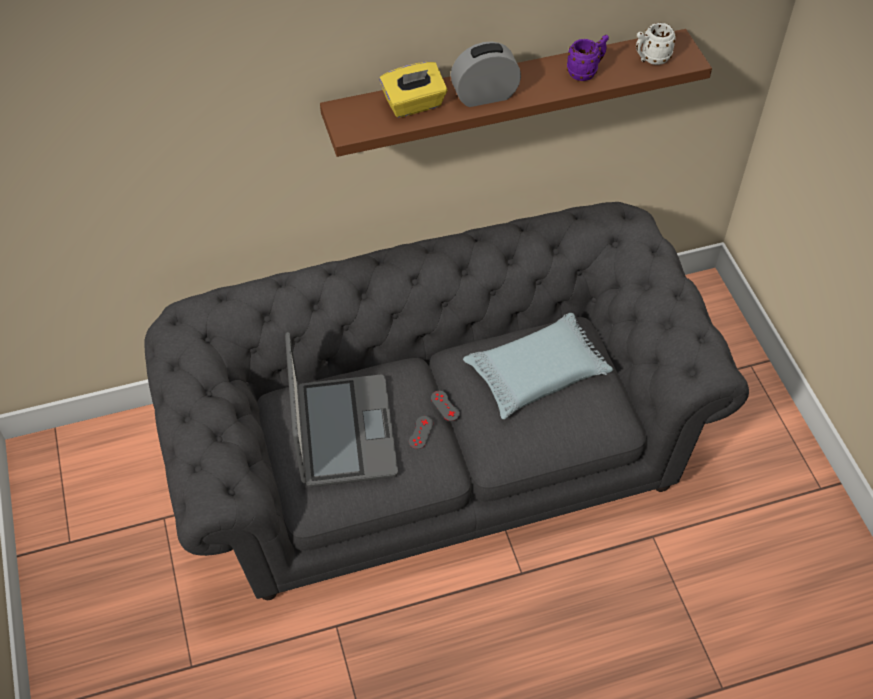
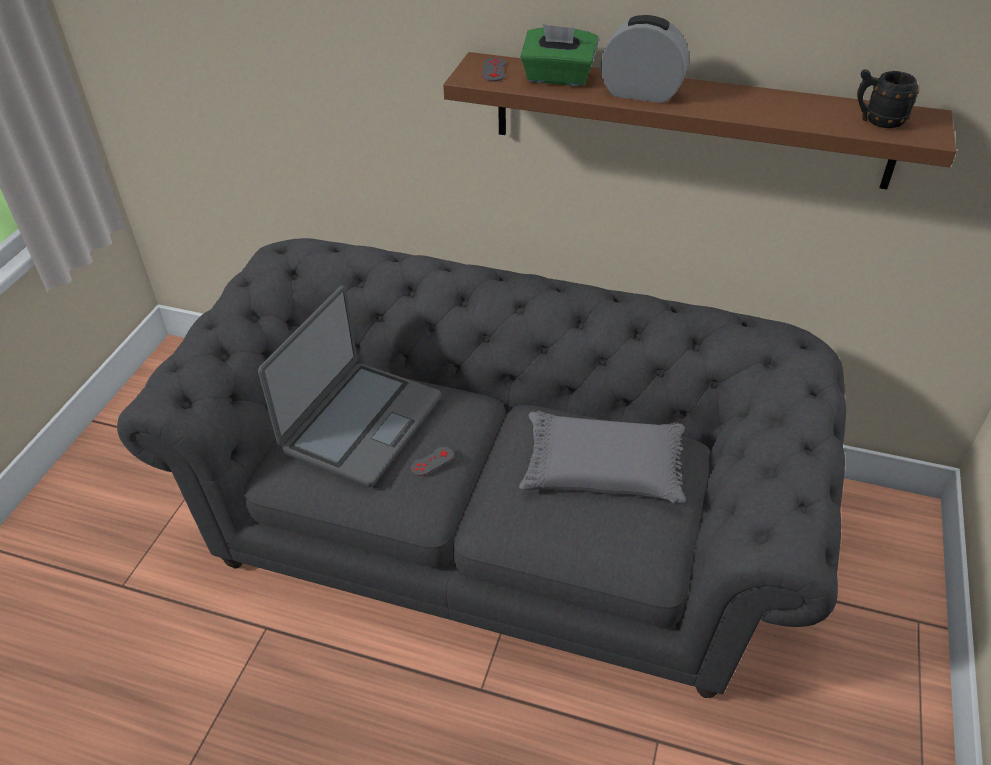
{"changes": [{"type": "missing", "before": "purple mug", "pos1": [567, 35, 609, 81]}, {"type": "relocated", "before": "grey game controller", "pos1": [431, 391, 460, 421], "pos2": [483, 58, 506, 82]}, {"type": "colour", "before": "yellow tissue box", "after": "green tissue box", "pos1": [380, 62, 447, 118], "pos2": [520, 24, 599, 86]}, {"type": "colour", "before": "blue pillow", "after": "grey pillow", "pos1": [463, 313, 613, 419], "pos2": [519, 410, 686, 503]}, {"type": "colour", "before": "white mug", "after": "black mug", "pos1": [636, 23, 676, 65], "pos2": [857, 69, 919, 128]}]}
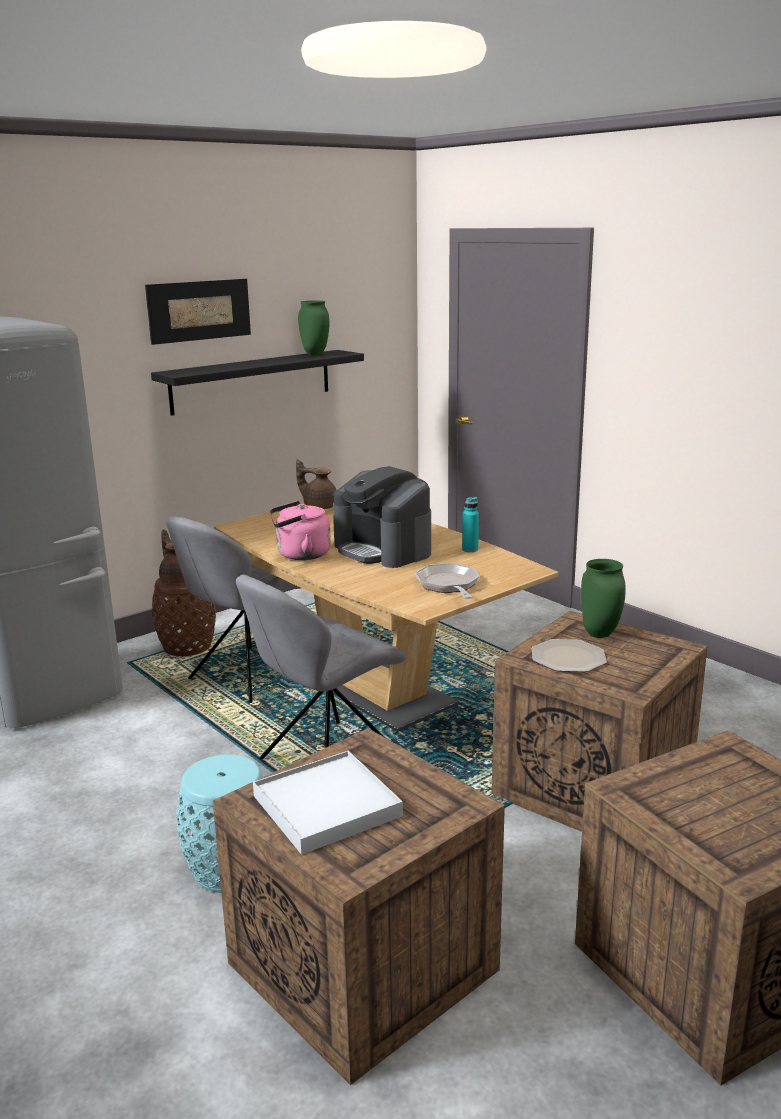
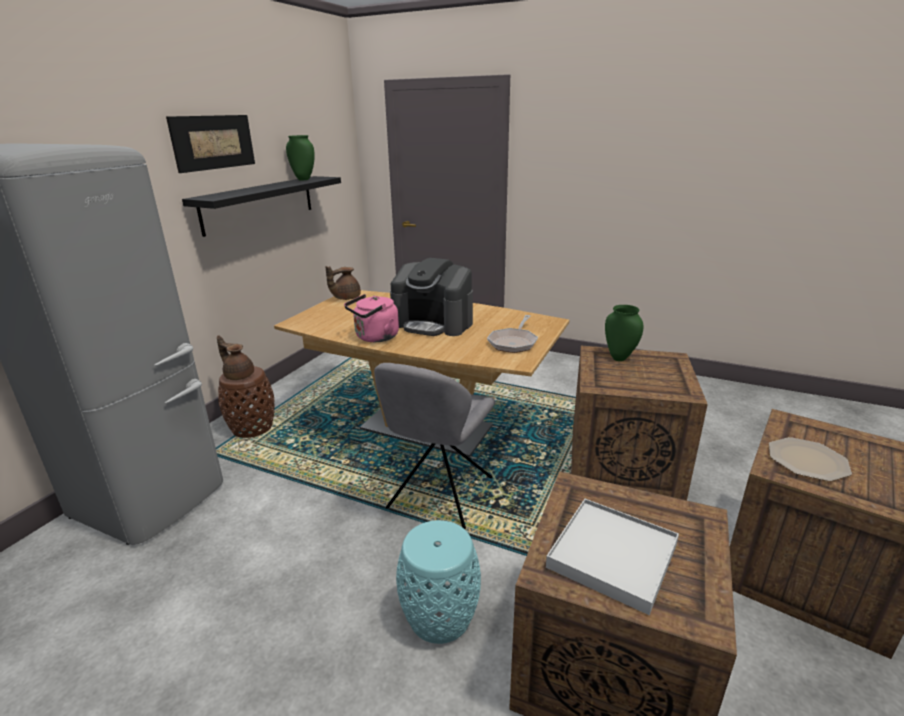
{"changes": [{"type": "missing", "before": "grey chair", "pos1": [166, 516, 300, 703]}, {"type": "missing", "before": "turquoise bottle", "pos1": [462, 497, 479, 552]}, {"type": "relocated", "before": "plate", "pos1": [532, 639, 607, 672], "pos2": [769, 437, 852, 481]}, {"type": "spun", "before": "brown teapot", "pos1": [296, 459, 336, 509], "pos2": [326, 266, 361, 300], "turn": -45}, {"type": "spun", "before": "frying pan", "pos1": [415, 563, 480, 599], "pos2": [487, 315, 538, 353], "turn": -120}]}
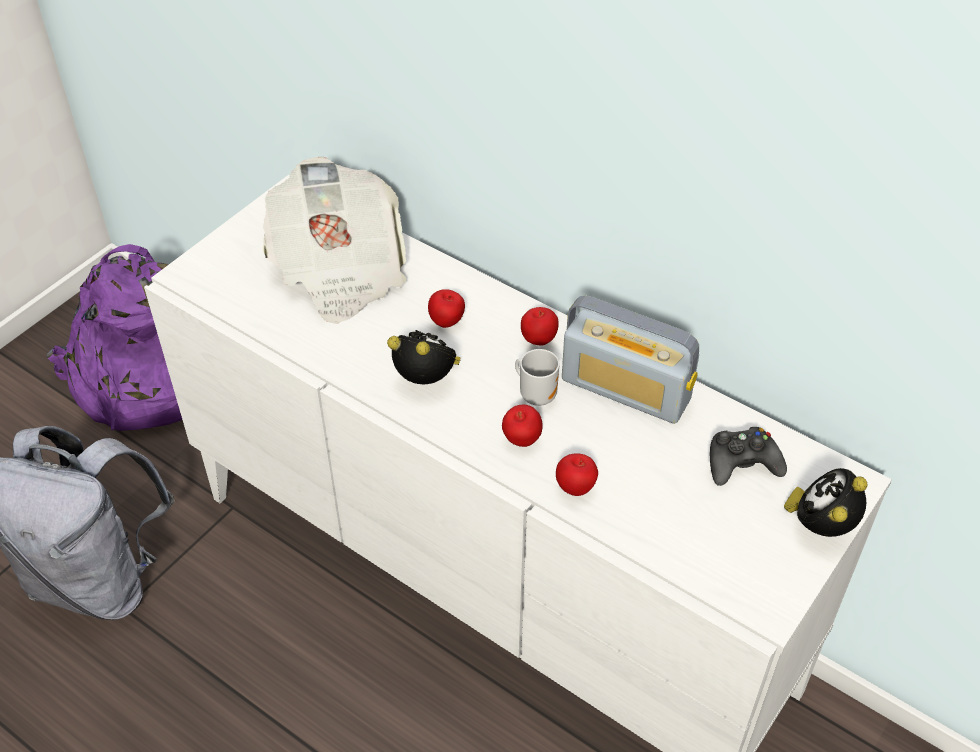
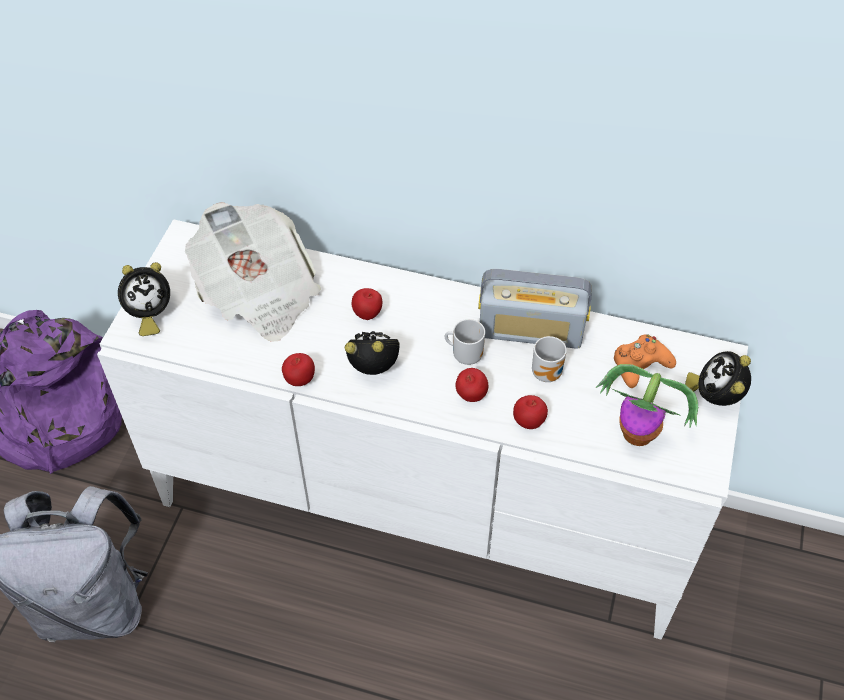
{"changes": [{"type": "appeared", "after": "alarm clock", "pos2": [118, 262, 170, 336]}, {"type": "appeared", "after": "mug", "pos2": [532, 336, 567, 382]}, {"type": "appeared", "after": "potted plant", "pos2": [596, 364, 698, 446]}, {"type": "relocated", "before": "apple", "pos1": [521, 307, 559, 345], "pos2": [282, 353, 315, 386]}, {"type": "colour", "before": "black game controller", "after": "orange game controller", "pos1": [710, 427, 787, 486], "pos2": [614, 334, 676, 388]}]}
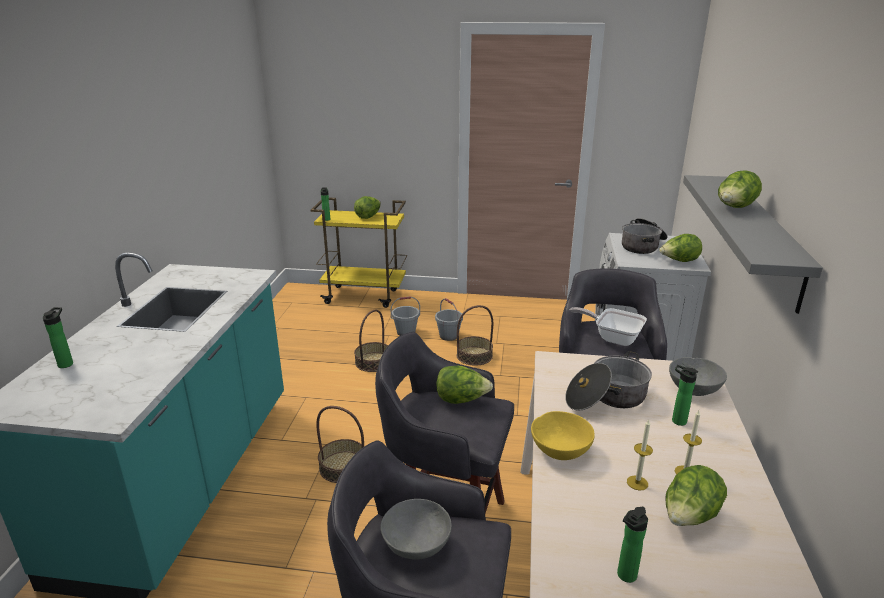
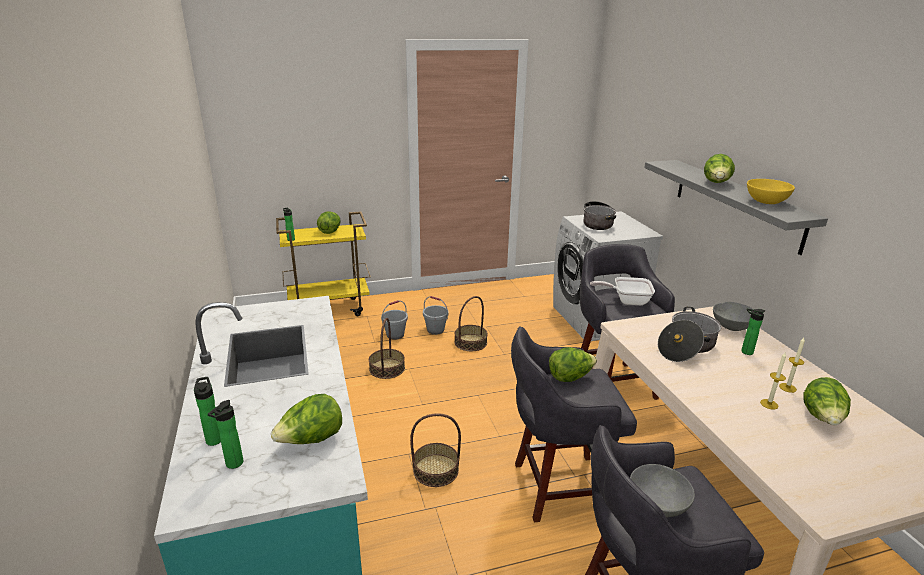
{"changes": [{"type": "relocated", "before": "yellow bowl", "pos1": [531, 411, 595, 460], "pos2": [747, 179, 795, 204]}, {"type": "relocated", "before": "bottle", "pos1": [617, 507, 648, 583], "pos2": [208, 400, 243, 469]}, {"type": "relocated", "before": "lettuce", "pos1": [659, 234, 702, 262], "pos2": [271, 394, 342, 444]}]}
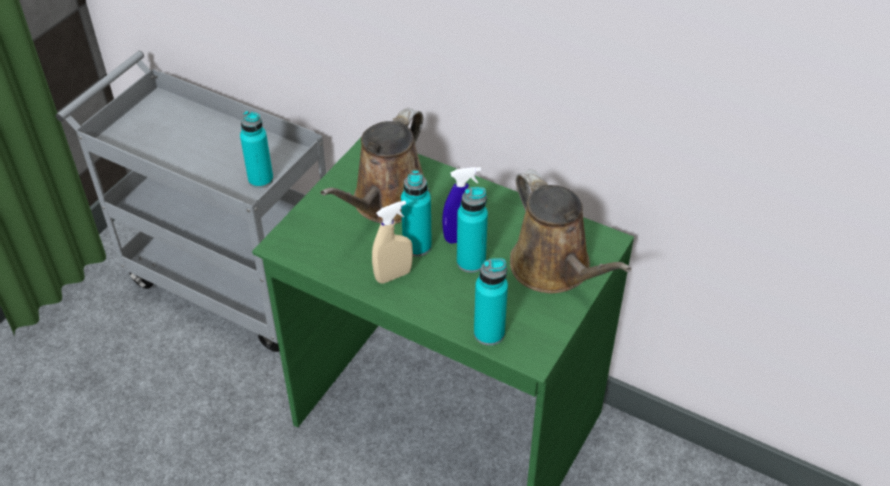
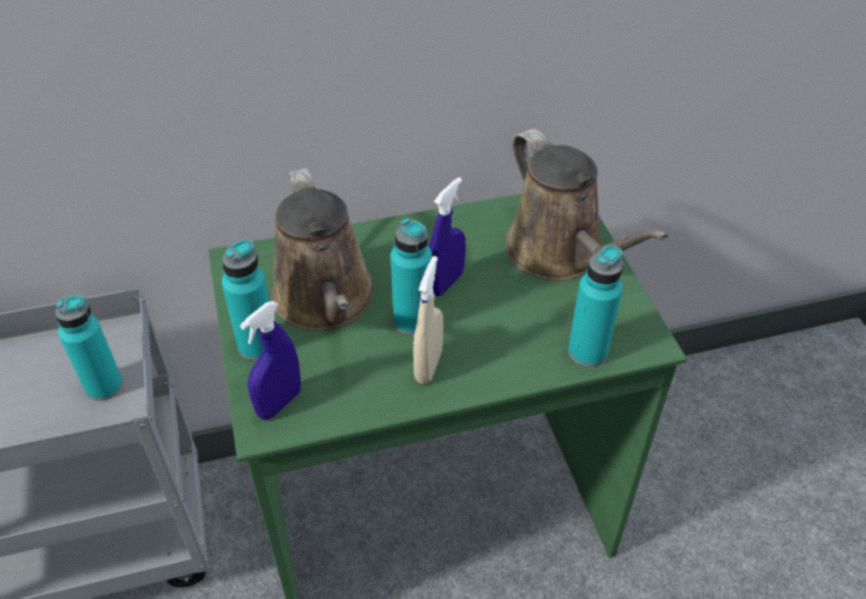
{"changes": [{"type": "appeared", "after": "blue spray bottle", "pos2": [240, 301, 301, 420]}, {"type": "relocated", "before": "turquoise bottle", "pos1": [457, 187, 488, 273], "pos2": [221, 239, 269, 361]}, {"type": "spun", "before": "brown watering can", "pos1": [510, 169, 631, 293], "pos2": [505, 129, 668, 281], "turn": 45}]}
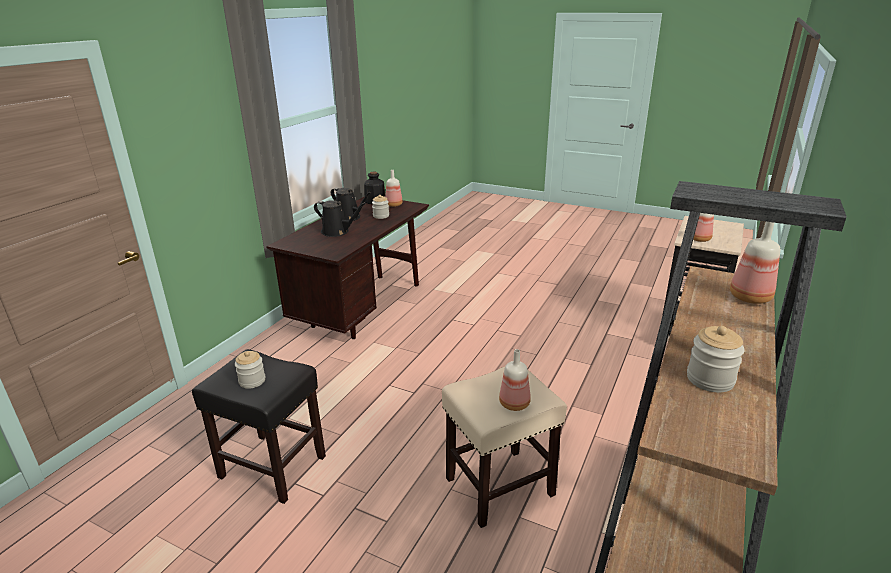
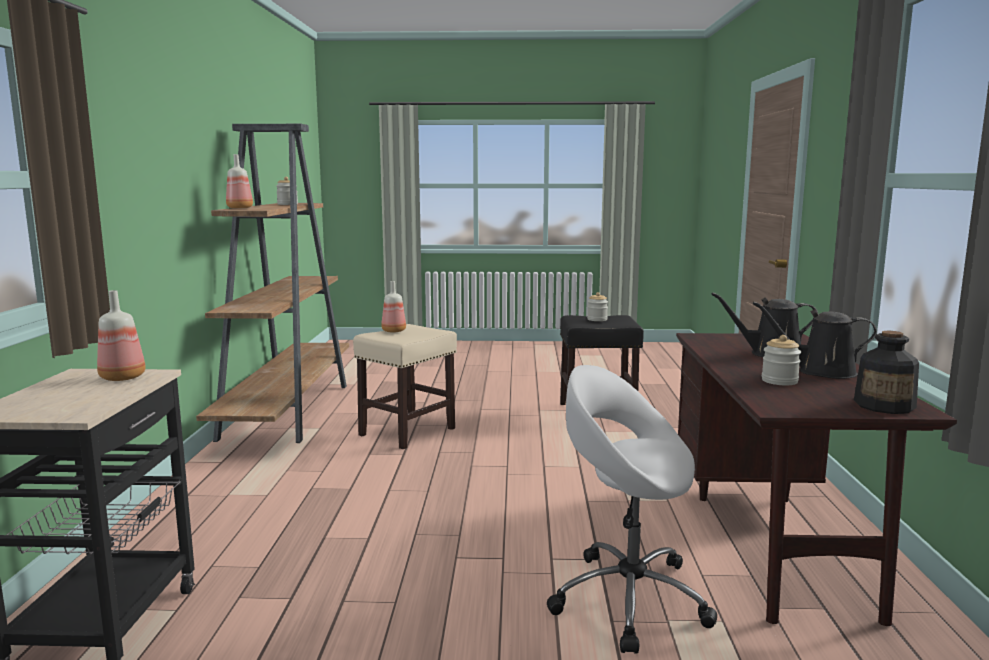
{"changes": [{"type": "missing", "before": "bottle", "pos1": [385, 170, 403, 207]}, {"type": "appeared", "after": "white office chair", "pos2": [547, 365, 717, 653]}]}
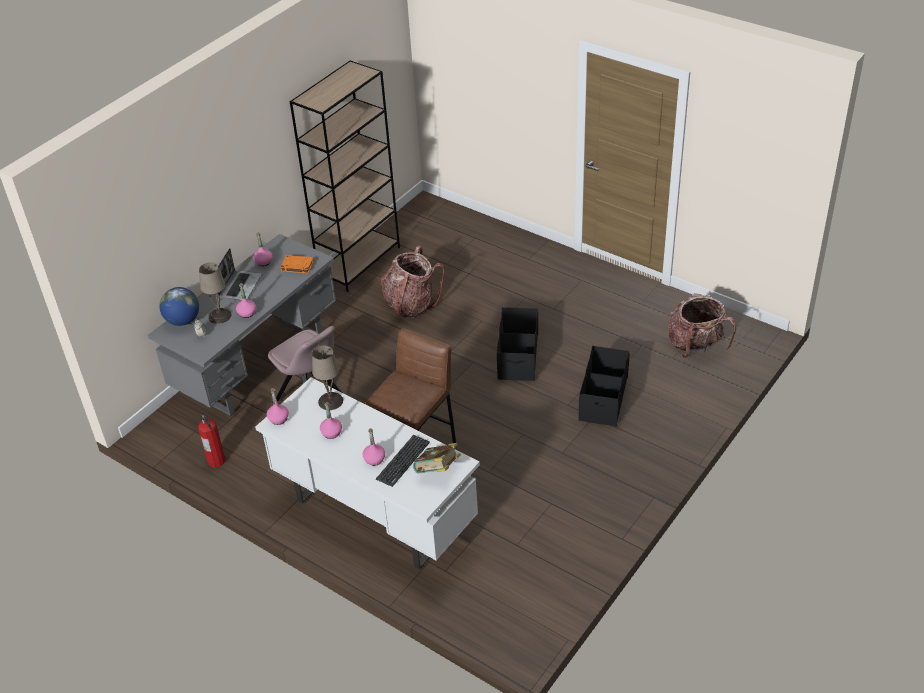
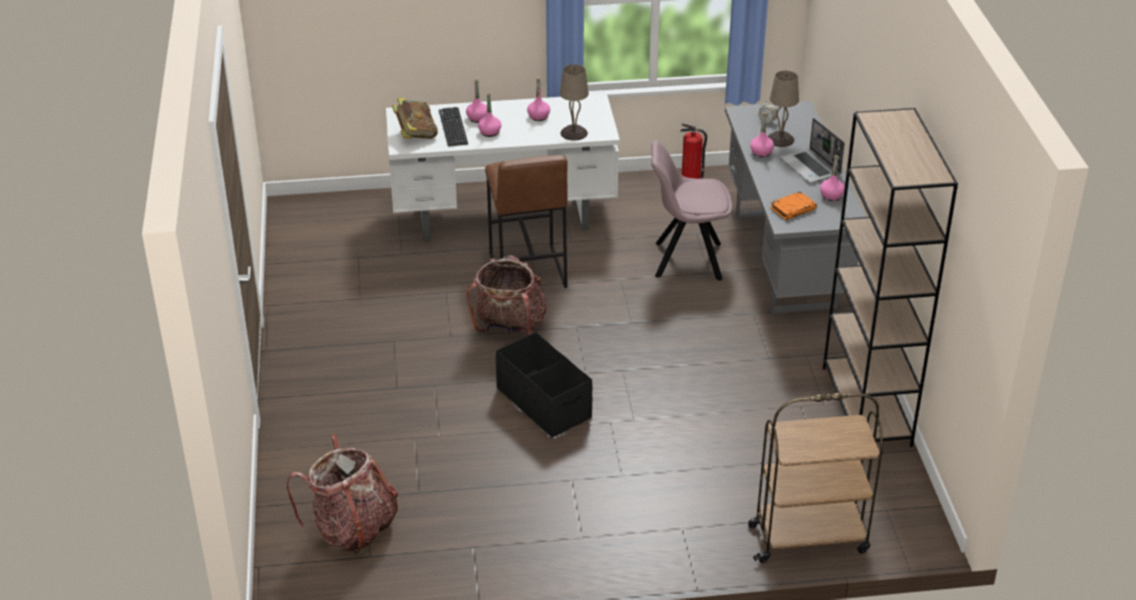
{"changes": [{"type": "missing", "before": "globe", "pos1": [159, 287, 199, 326]}, {"type": "missing", "before": "black storage box", "pos1": [579, 346, 629, 426]}, {"type": "appeared", "after": "brown cart", "pos2": [748, 393, 883, 563]}, {"type": "relocated", "before": "pink bottle", "pos1": [267, 388, 289, 425], "pos2": [478, 93, 501, 137]}, {"type": "relocated", "before": "backpack", "pos1": [381, 246, 444, 319], "pos2": [466, 255, 547, 335]}]}
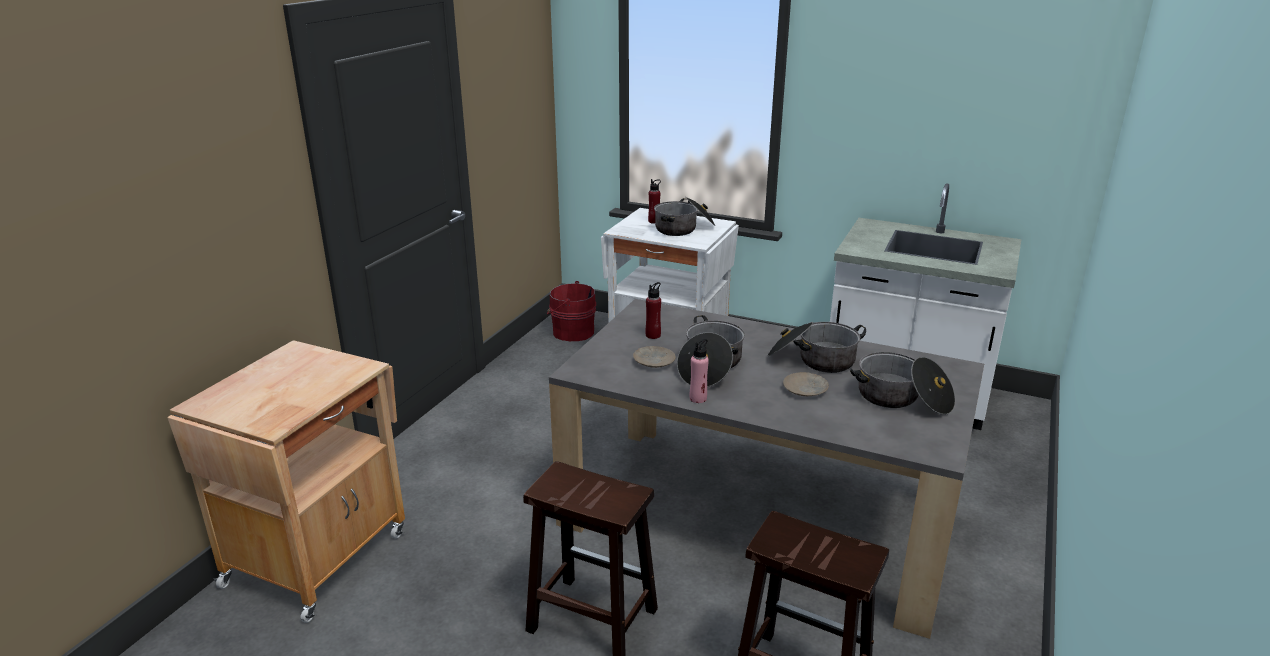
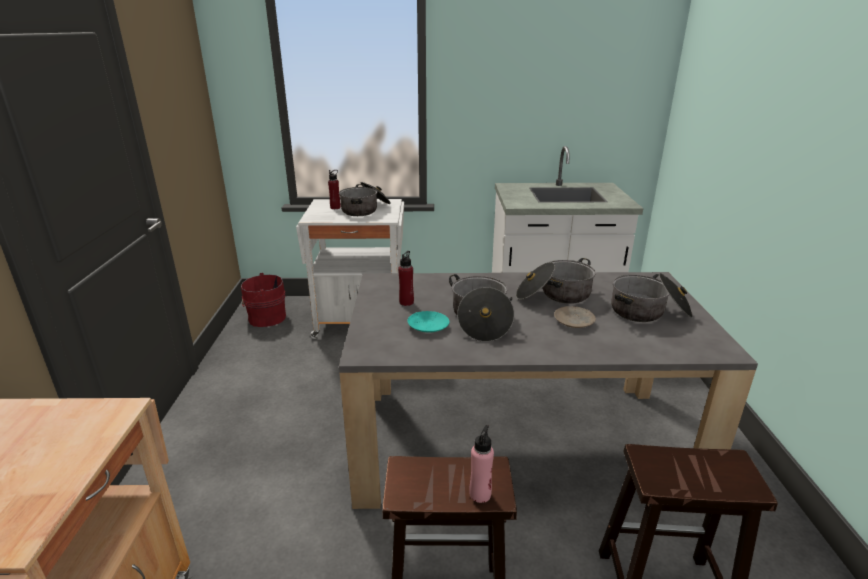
{"changes": [{"type": "relocated", "before": "pink bottle", "pos1": [690, 339, 709, 403], "pos2": [469, 425, 494, 503]}, {"type": "colour", "before": "beige plate", "after": "turquoise plate", "pos1": [633, 346, 676, 368], "pos2": [407, 311, 450, 333]}]}
